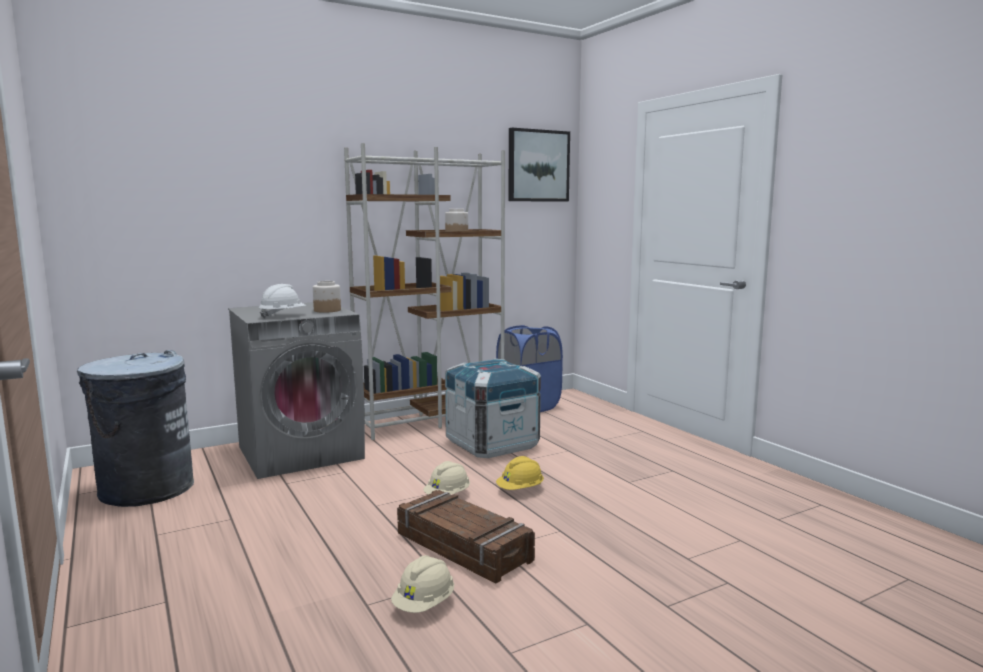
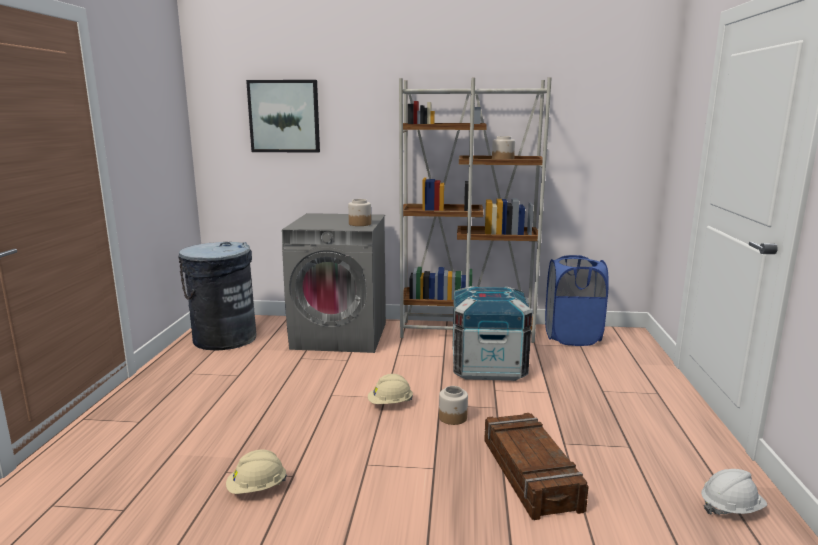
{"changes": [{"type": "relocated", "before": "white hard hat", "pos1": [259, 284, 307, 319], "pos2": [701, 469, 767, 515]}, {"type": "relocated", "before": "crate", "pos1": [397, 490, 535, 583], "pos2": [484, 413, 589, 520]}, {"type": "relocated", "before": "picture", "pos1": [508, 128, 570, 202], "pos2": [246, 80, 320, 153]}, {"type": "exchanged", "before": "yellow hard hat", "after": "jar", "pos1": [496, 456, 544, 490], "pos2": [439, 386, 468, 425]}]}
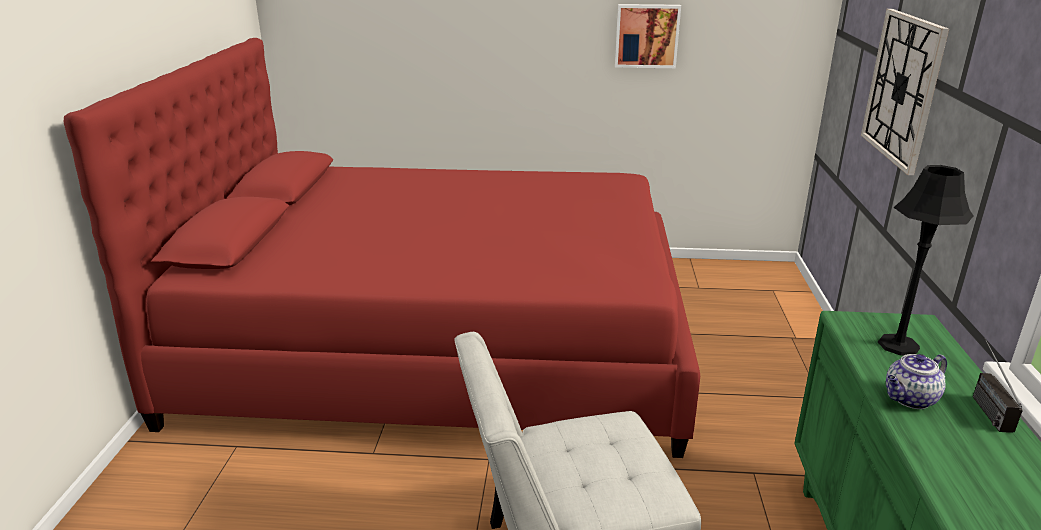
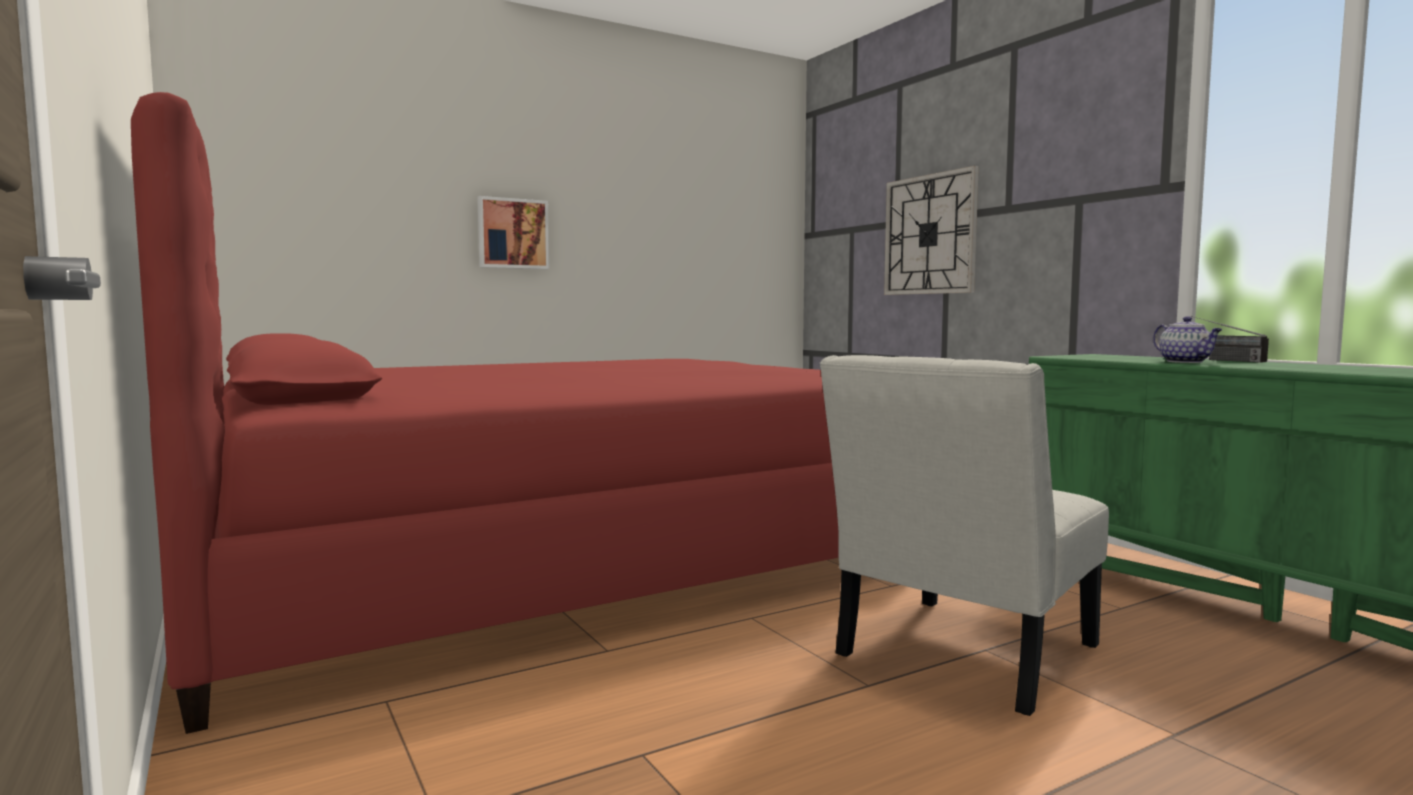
{"changes": [{"type": "missing", "before": "black table lamp", "pos1": [878, 165, 973, 356]}, {"type": "relocated", "before": "picture", "pos1": [615, 4, 681, 68], "pos2": [477, 196, 549, 269]}, {"type": "spun", "before": "teapot", "pos1": [886, 354, 947, 409], "pos2": [1153, 316, 1222, 363], "turn": -45}]}
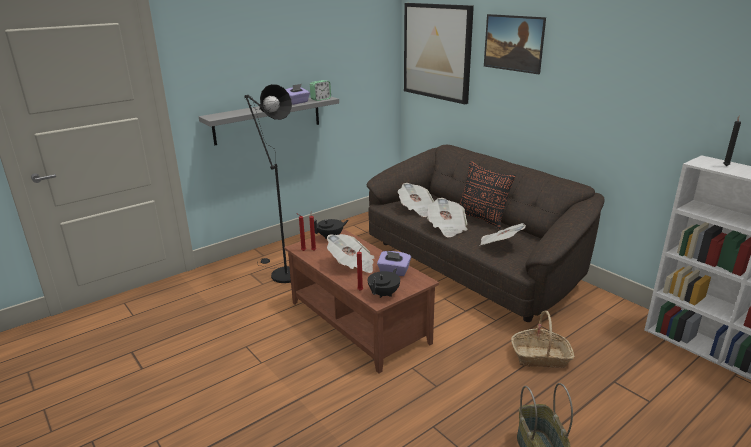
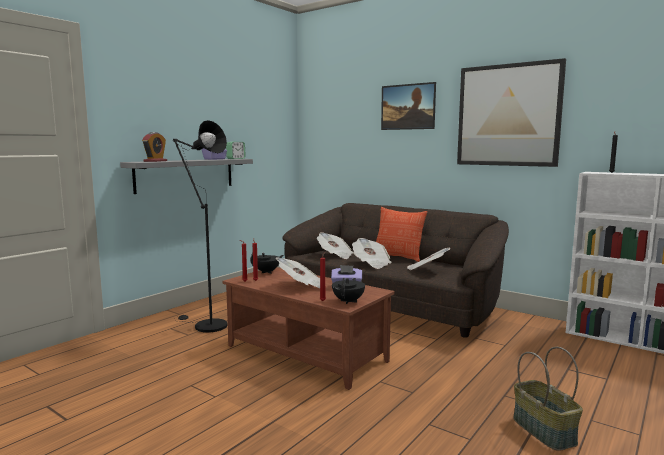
{"changes": [{"type": "missing", "before": "basket", "pos1": [511, 311, 575, 368]}, {"type": "appeared", "after": "alarm clock", "pos2": [142, 132, 167, 162]}, {"type": "relocated", "before": "picture", "pos1": [404, 3, 474, 104], "pos2": [457, 58, 566, 167]}, {"type": "colour", "before": "black pillow", "after": "orange pillow", "pos1": [459, 161, 516, 230], "pos2": [376, 207, 427, 262]}]}
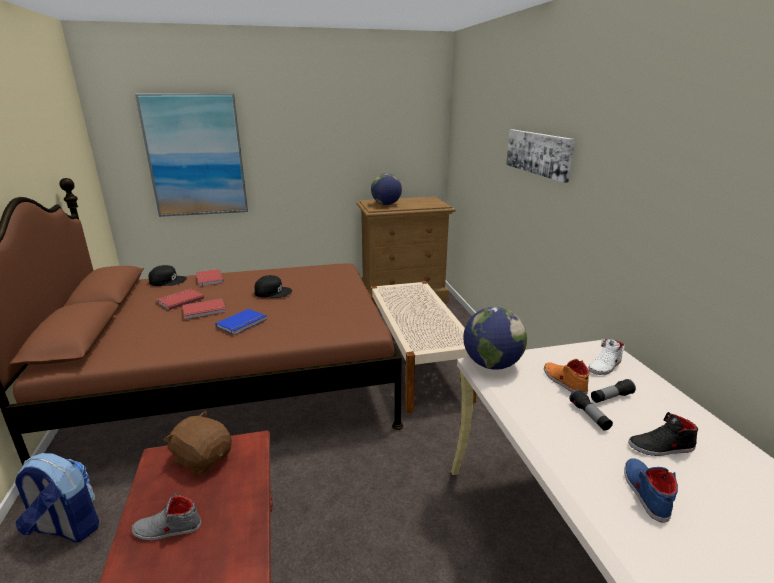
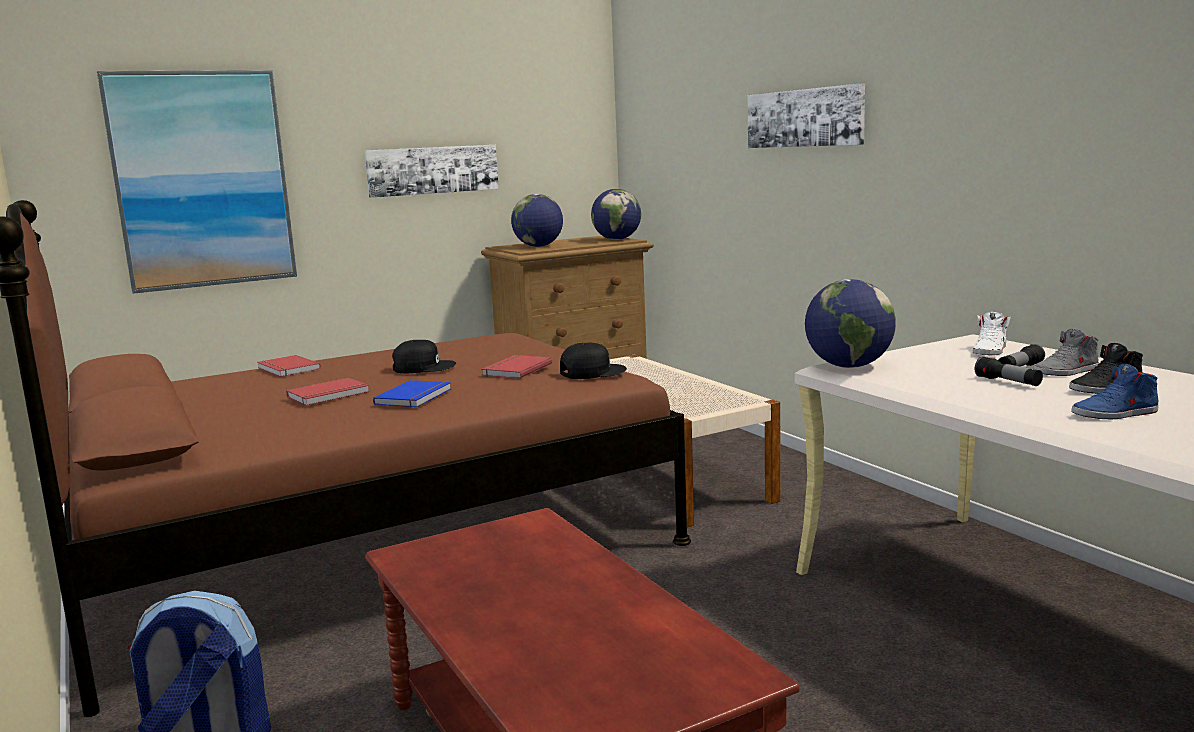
{"changes": [{"type": "missing", "before": "brown plush toy", "pos1": [164, 411, 232, 476]}, {"type": "missing", "before": "orange shoe", "pos1": [544, 359, 589, 395]}, {"type": "appeared", "after": "picture", "pos2": [365, 145, 499, 198]}, {"type": "appeared", "after": "globe", "pos2": [591, 189, 641, 240]}, {"type": "relocated", "before": "grey shoe", "pos1": [132, 494, 202, 540], "pos2": [1033, 329, 1099, 376]}, {"type": "relocated", "before": "black cap", "pos1": [149, 265, 187, 286], "pos2": [560, 343, 627, 379]}, {"type": "relocated", "before": "red book", "pos1": [156, 289, 204, 310], "pos2": [481, 355, 552, 379]}, {"type": "spun", "before": "blue shoe", "pos1": [624, 458, 678, 523], "pos2": [1071, 364, 1159, 419], "turn": -90}]}
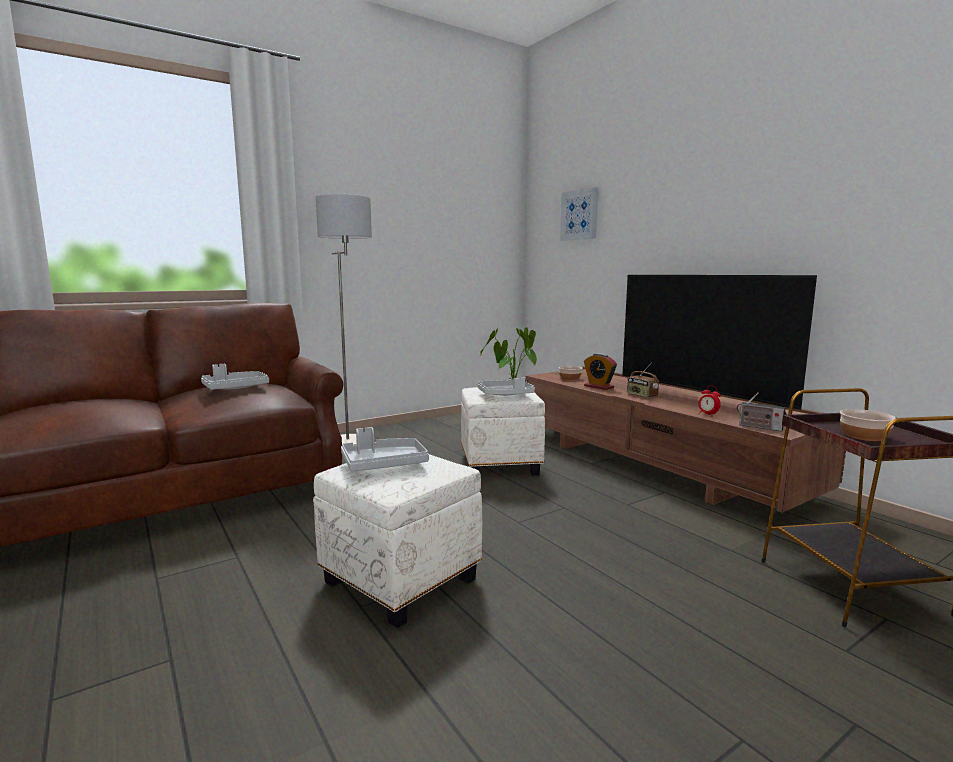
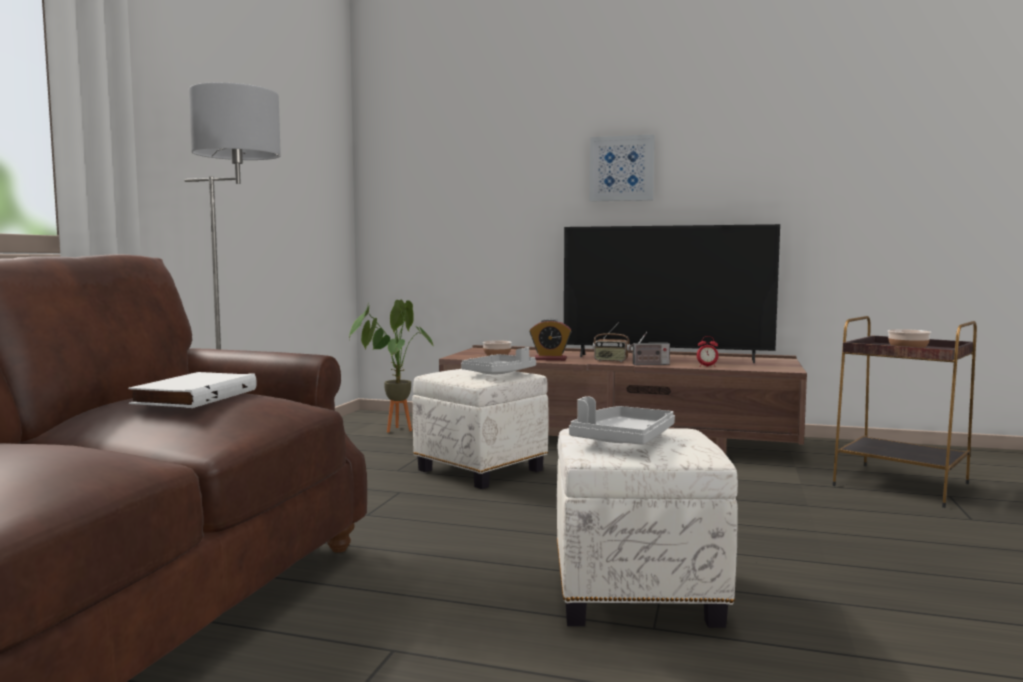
{"changes": [{"type": "relocated", "before": "picture", "pos1": [560, 187, 598, 241], "pos2": [590, 134, 654, 202]}, {"type": "relocated", "before": "radio", "pos1": [737, 392, 785, 432], "pos2": [629, 332, 670, 365]}, {"type": "exchanged", "before": "grey tray", "after": "white book", "pos1": [201, 364, 269, 390], "pos2": [128, 372, 257, 408]}]}
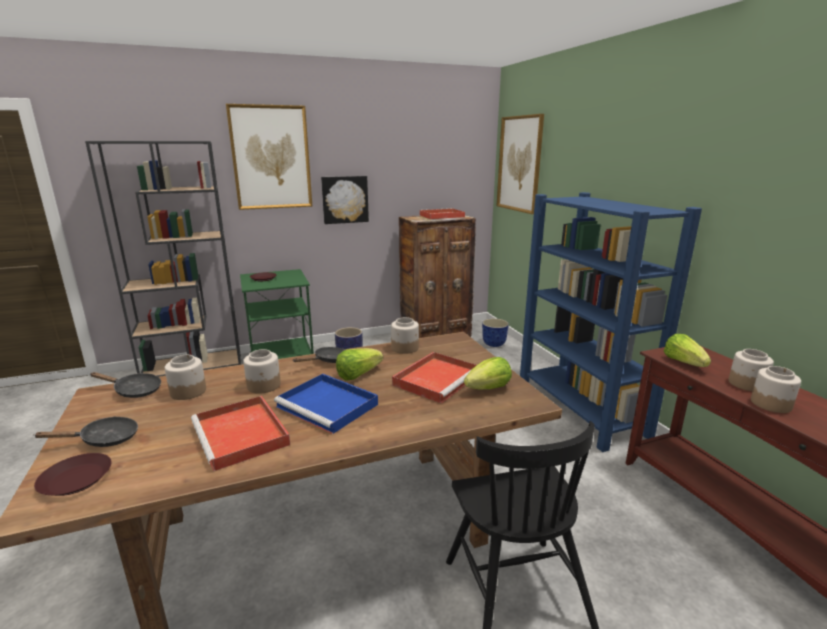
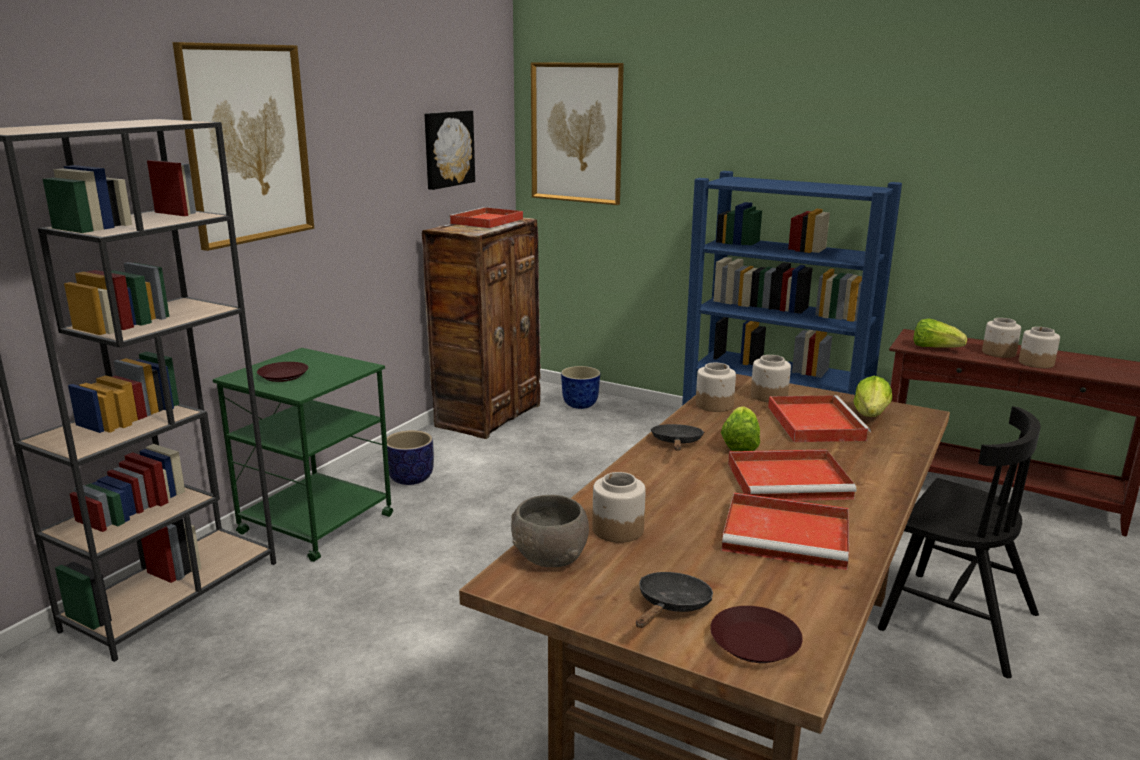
{"changes": [{"type": "relocated", "before": "jar", "pos1": [243, 349, 281, 394], "pos2": [751, 355, 791, 402]}, {"type": "relocated", "before": "picture", "pos1": [321, 176, 369, 224], "pos2": [424, 111, 475, 190]}, {"type": "exchanged", "before": "black frying pan", "after": "grey bowl", "pos1": [91, 372, 161, 398], "pos2": [511, 495, 589, 567]}, {"type": "colour", "before": "blue tray", "after": "red tray", "pos1": [274, 373, 378, 434], "pos2": [728, 449, 857, 501]}]}
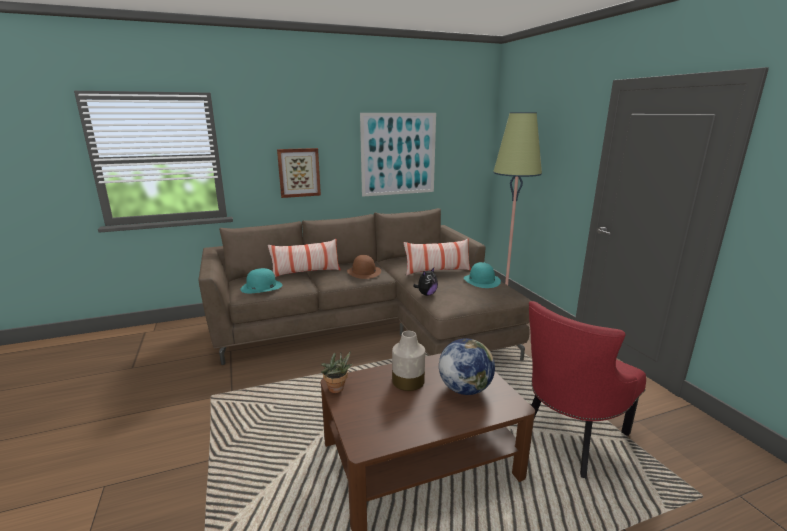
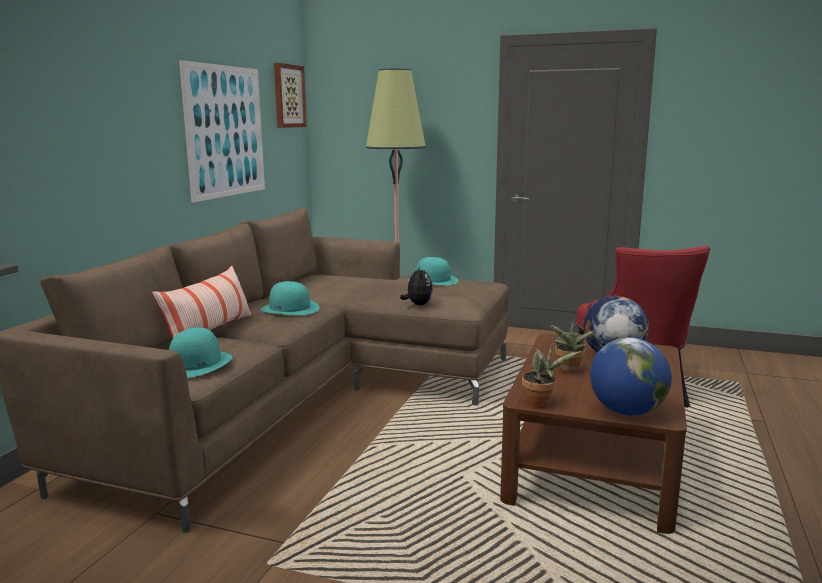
{"changes": [{"type": "missing", "before": "pillow", "pos1": [404, 239, 471, 276]}, {"type": "appeared", "after": "globe", "pos2": [590, 337, 672, 416]}, {"type": "relocated", "before": "picture", "pos1": [277, 148, 321, 198], "pos2": [274, 63, 307, 128]}, {"type": "exchanged", "before": "beige vase", "after": "potted plant", "pos1": [392, 331, 425, 391], "pos2": [548, 321, 595, 373]}, {"type": "colour", "before": "brown hat", "after": "turquoise hat", "pos1": [347, 255, 381, 279], "pos2": [260, 281, 320, 315]}]}
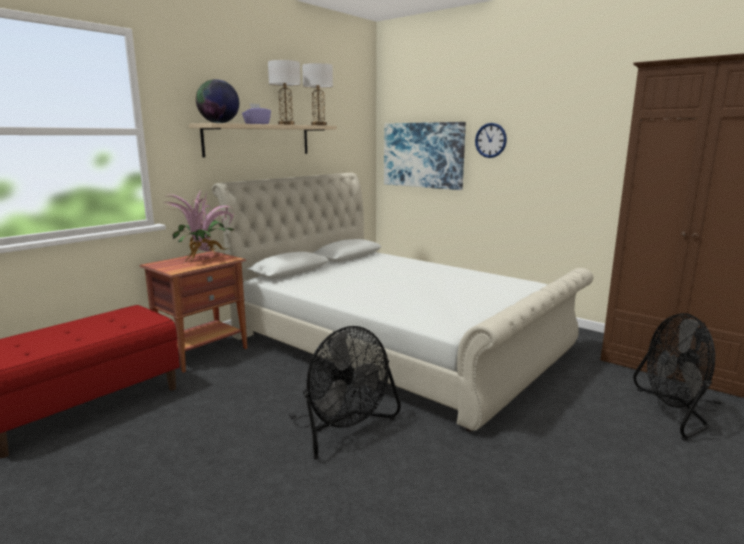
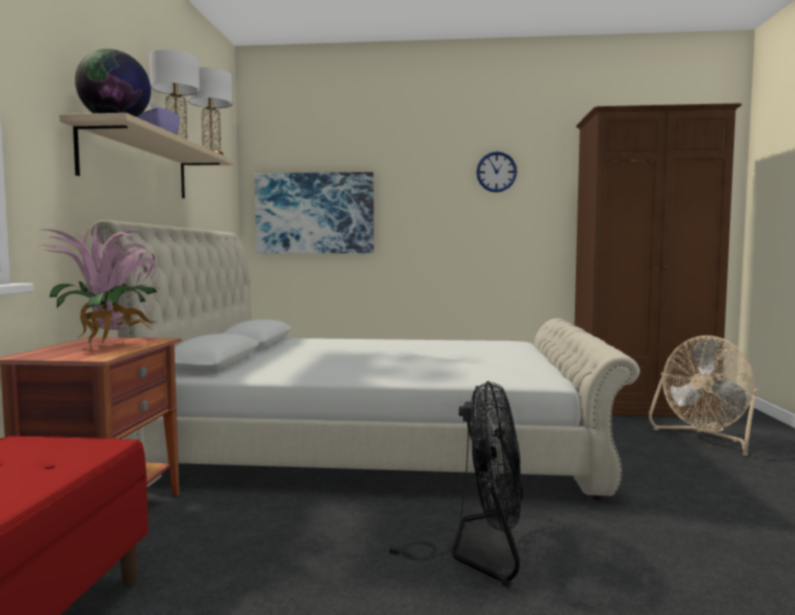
{"changes": [{"type": "relocated", "before": "wall clock", "pos1": [475, 123, 507, 158], "pos2": [476, 151, 517, 192]}, {"type": "colour", "before": "black fan", "after": "beige fan", "pos1": [633, 313, 722, 441], "pos2": [649, 335, 759, 456]}]}
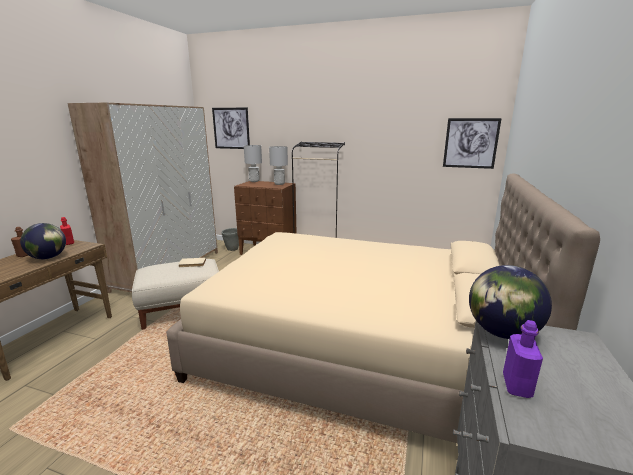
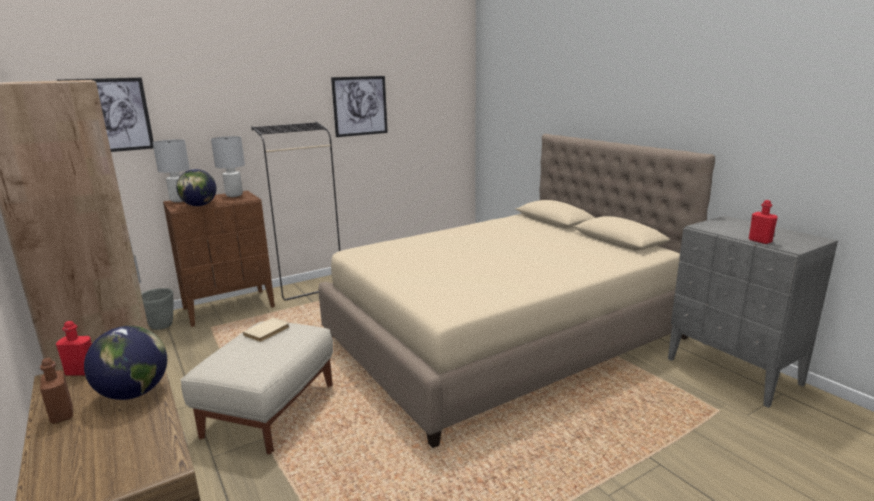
{"changes": [{"type": "relocated", "before": "picture", "pos1": [443, 118, 502, 169], "pos2": [331, 76, 388, 137]}, {"type": "relocated", "before": "globe", "pos1": [469, 265, 552, 339], "pos2": [176, 169, 217, 206]}, {"type": "colour", "before": "purple bottle", "after": "red bottle", "pos1": [503, 320, 543, 398], "pos2": [749, 200, 778, 244]}]}
